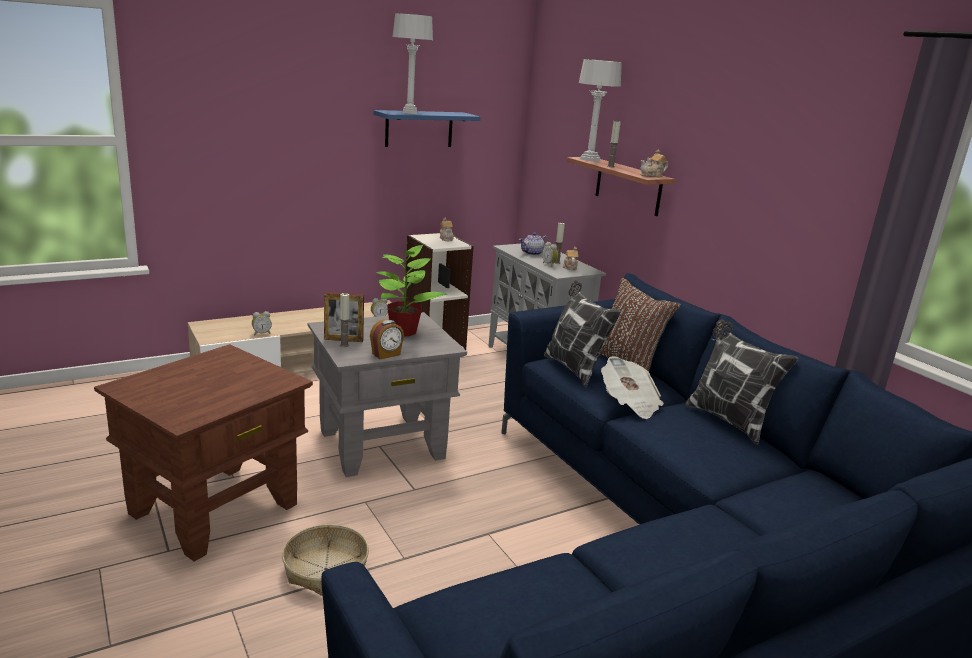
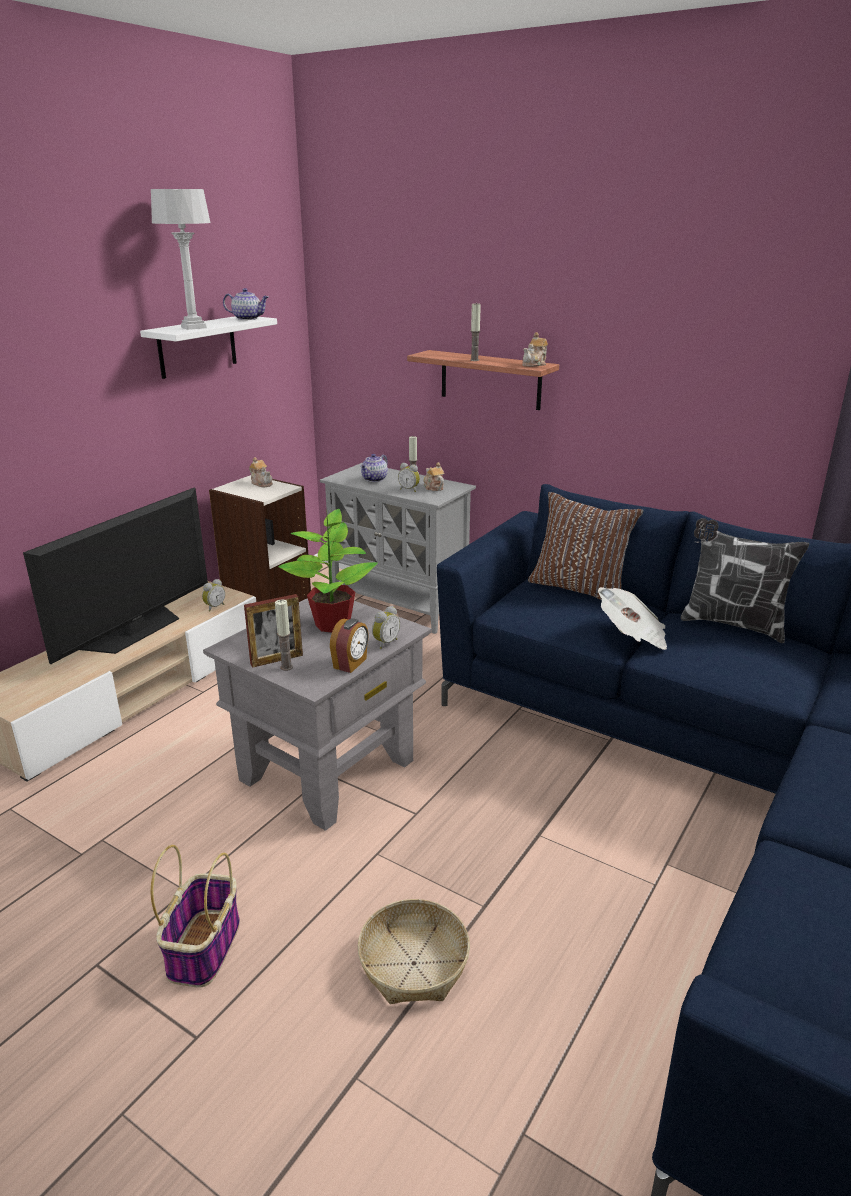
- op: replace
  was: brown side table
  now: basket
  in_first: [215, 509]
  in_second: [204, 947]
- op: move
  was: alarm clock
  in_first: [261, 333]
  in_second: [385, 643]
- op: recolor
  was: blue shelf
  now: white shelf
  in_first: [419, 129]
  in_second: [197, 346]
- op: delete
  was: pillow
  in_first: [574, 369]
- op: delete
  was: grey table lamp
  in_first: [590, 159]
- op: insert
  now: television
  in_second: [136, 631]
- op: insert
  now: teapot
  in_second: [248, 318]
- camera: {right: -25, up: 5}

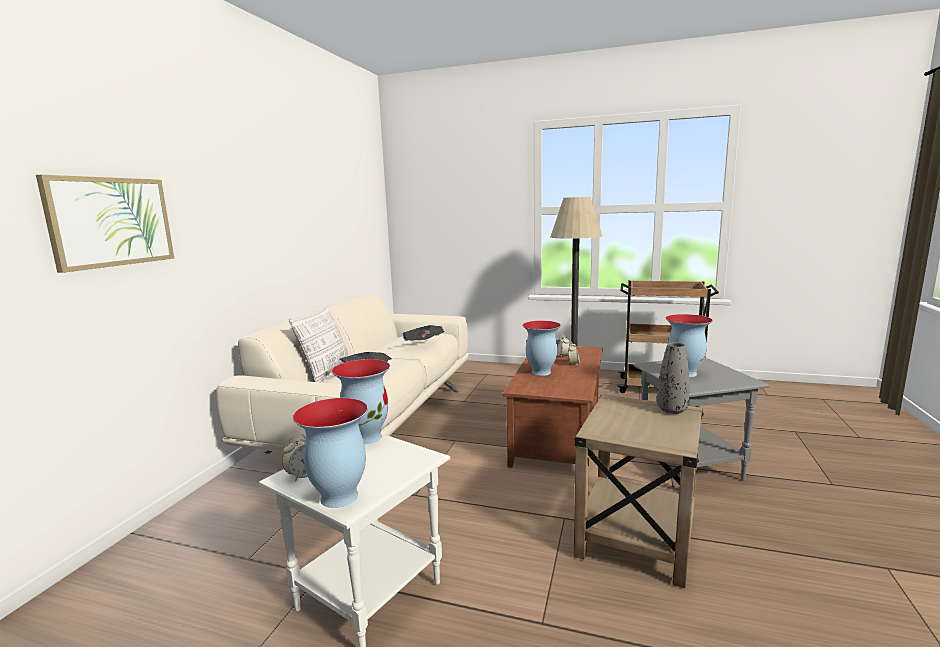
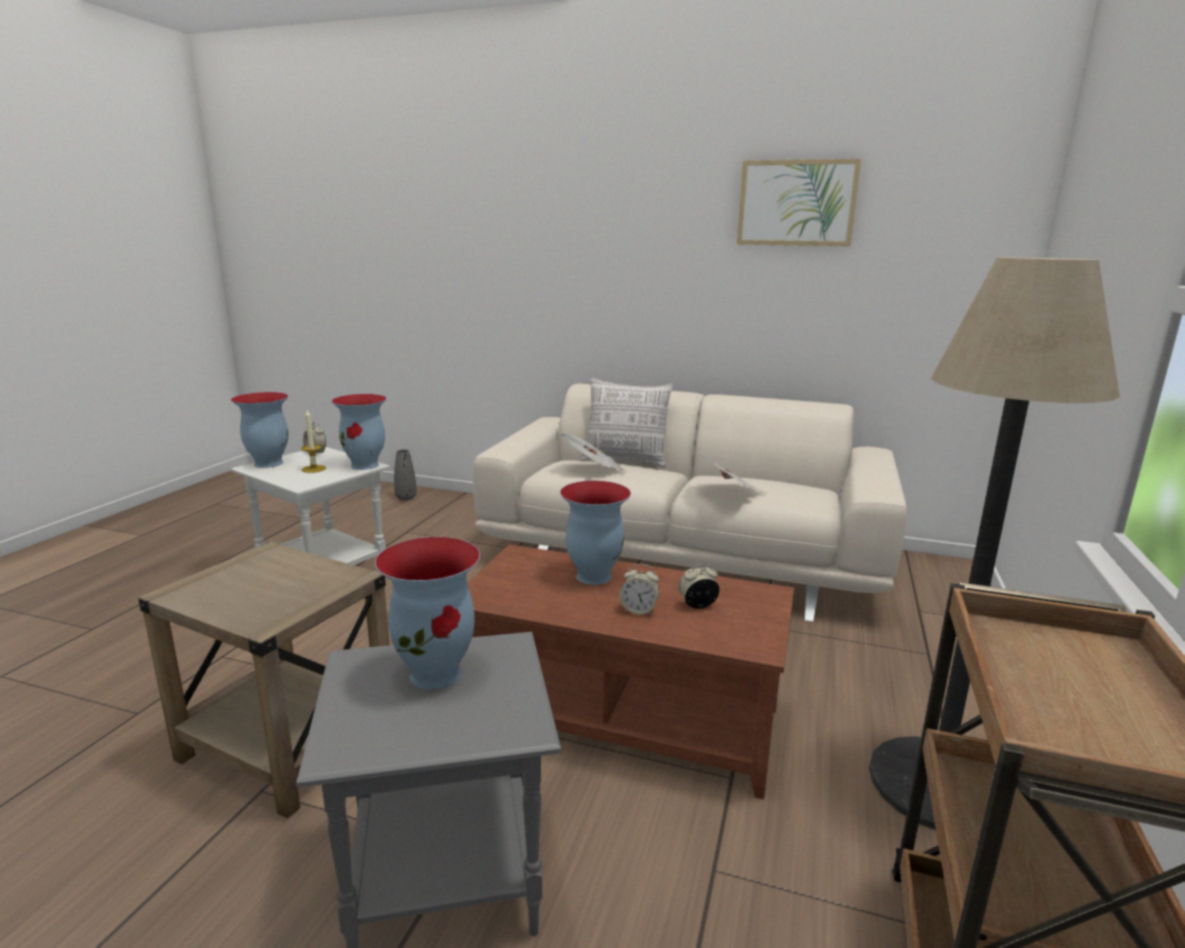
- op: move
  was: picture
  in_first: [111, 222]
  in_second: [796, 203]
- op: move
  was: grey vase
  in_first: [671, 410]
  in_second: [406, 497]
- op: insert
  now: candle
  in_second: [313, 469]
- camera: {right: 90, up: 5}

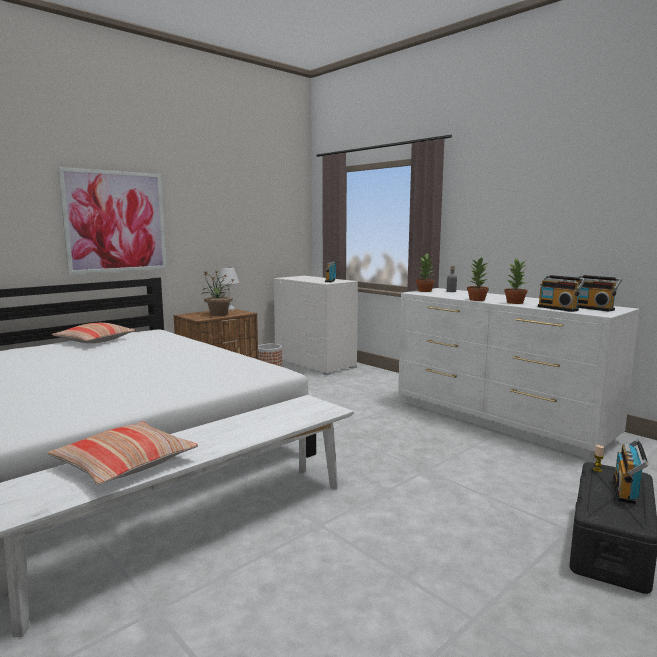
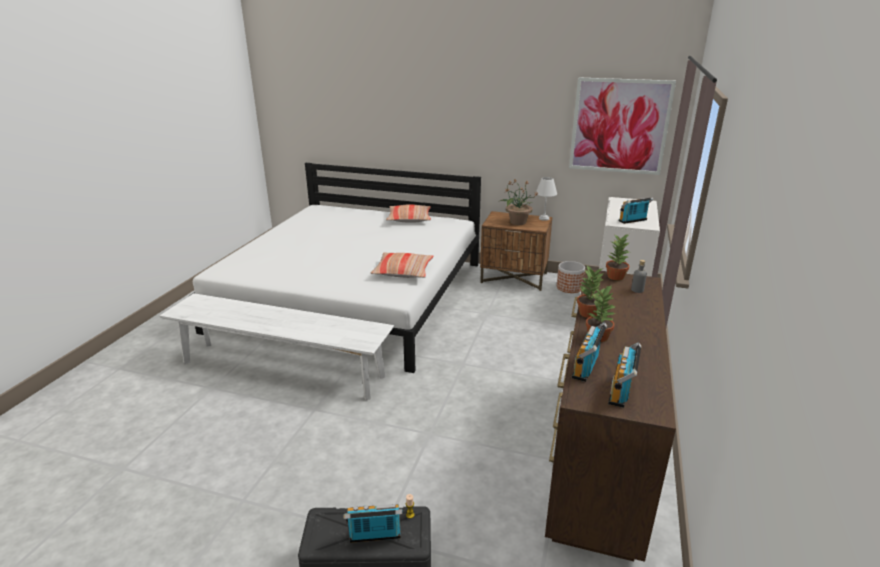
- op: move
  was: pillow
  in_first: [125, 464]
  in_second: [403, 272]
- op: move
  was: picture
  in_first: [116, 222]
  in_second: [619, 126]
- op: recolor
  was: white dresser
  now: brown dresser
  in_first: [500, 420]
  in_second: [598, 455]
- camera: {right: 60, up: 15}

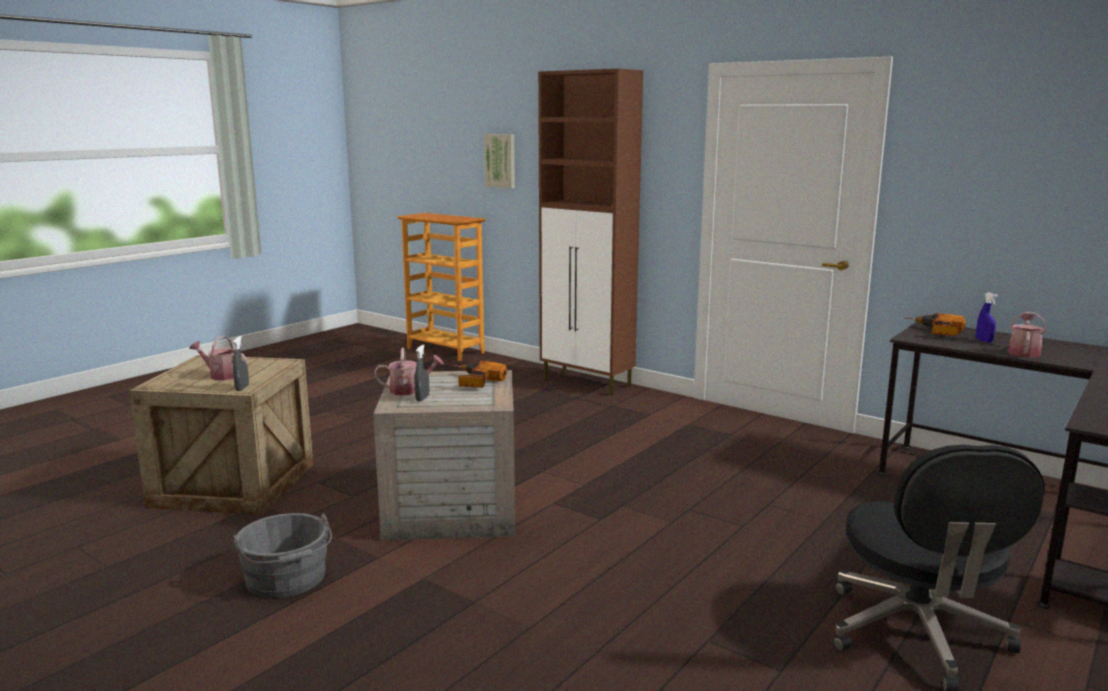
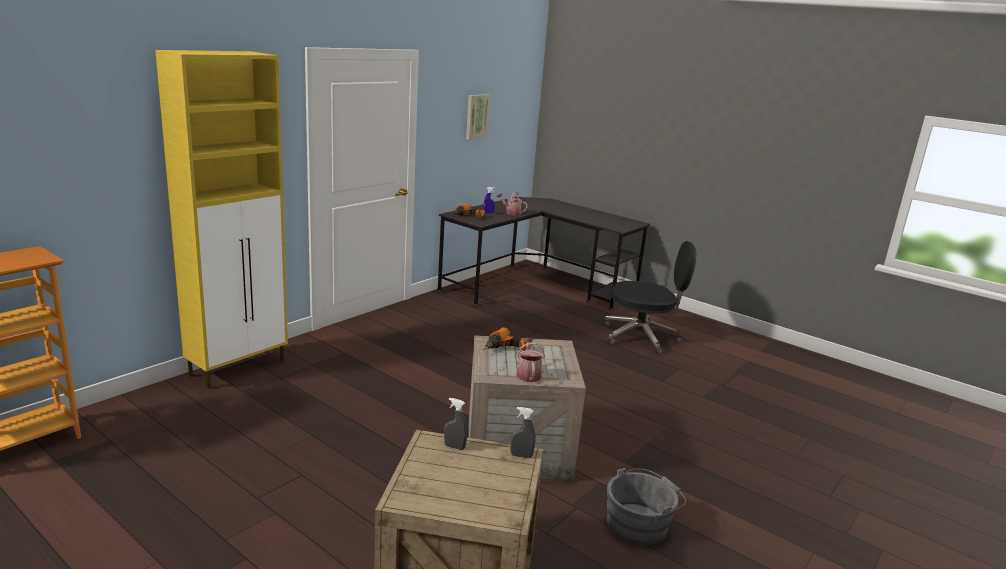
- op: delete
  was: watering can
  in_first: [221, 375]
- op: move
  was: grey spray bottle
  in_first: [422, 398]
  in_second: [454, 447]
- op: move
  was: picture
  in_first: [501, 160]
  in_second: [476, 116]
- op: recolor
  was: brown cabinet
  now: yellow cabinet
  in_first: [587, 383]
  in_second: [239, 368]
- camera: {right: -90, up: 5}

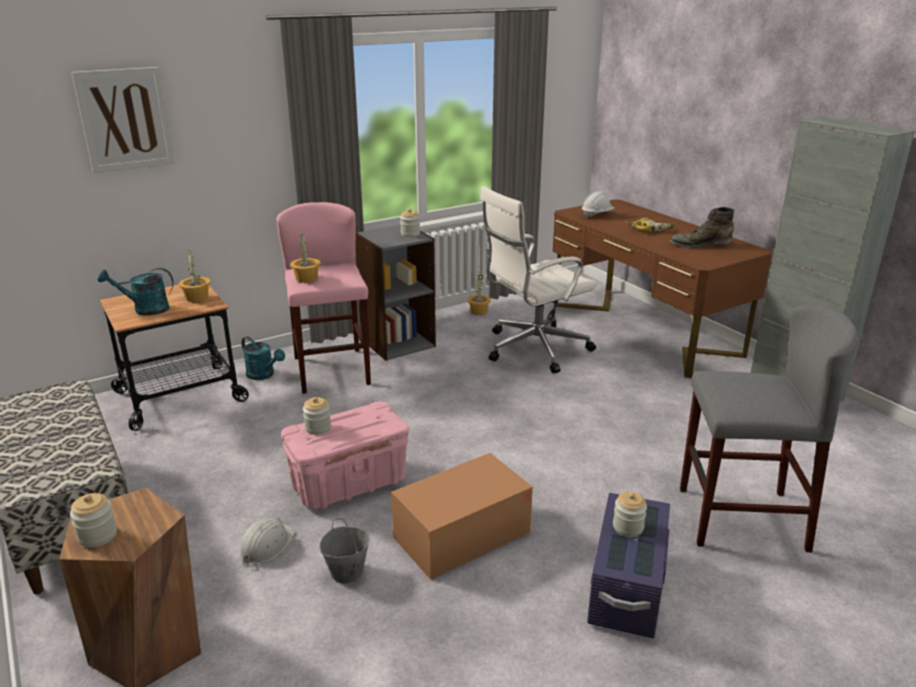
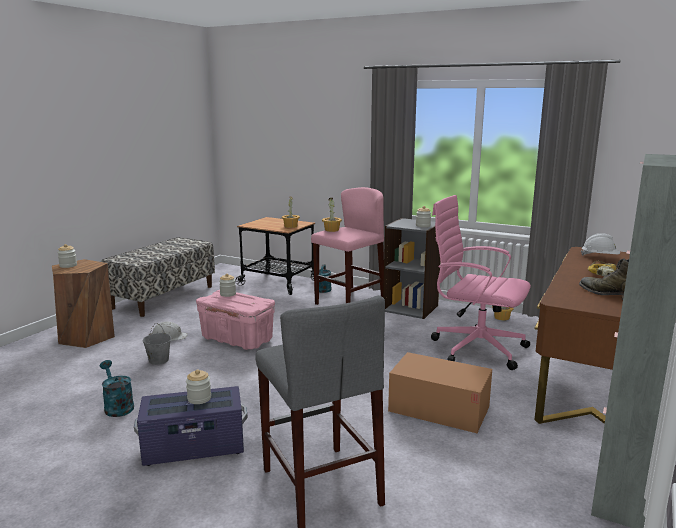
- op: delete
  was: picture
  in_first: [125, 119]
- op: move
  was: turquoise watering can
  in_first: [145, 309]
  in_second: [117, 406]
- op: move
  was: cardboard box
  in_first: [462, 535]
  in_second: [439, 409]
- op: recolor
  was: white office chair
  now: pink office chair
  in_first: [533, 349]
  in_second: [475, 348]
- camera: {right: 60, up: -10}

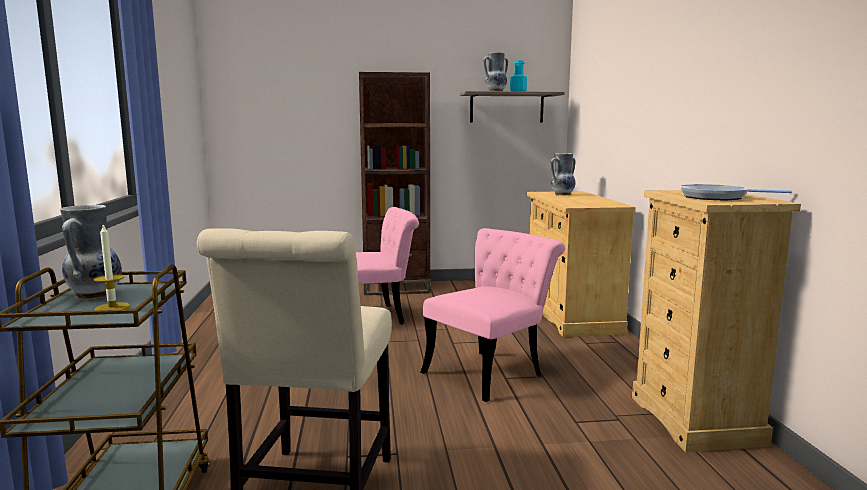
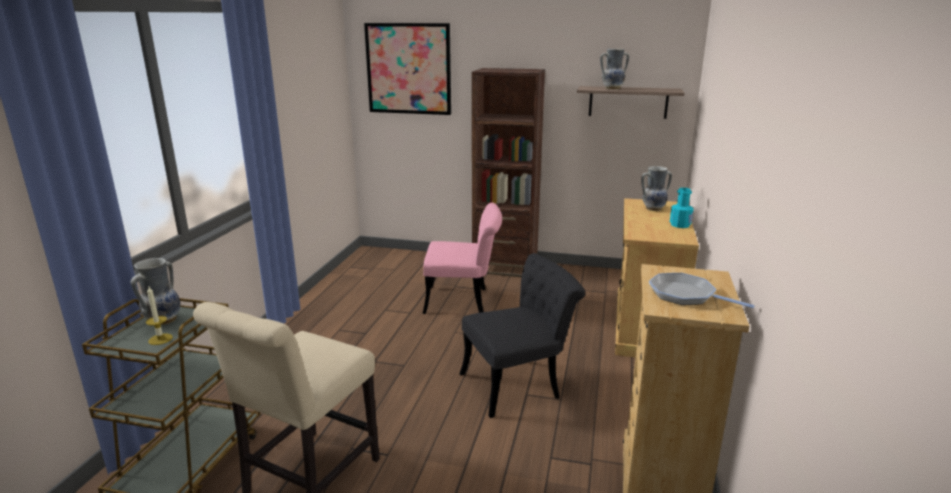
- op: recolor
  was: pink chair
  now: black chair
  in_first: [491, 371]
  in_second: [519, 384]
- op: move
  was: turquoise bottle
  in_first: [518, 92]
  in_second: [680, 225]
- op: insert
  now: picture
  in_second: [408, 69]
- camera: {right: 20, up: 10}

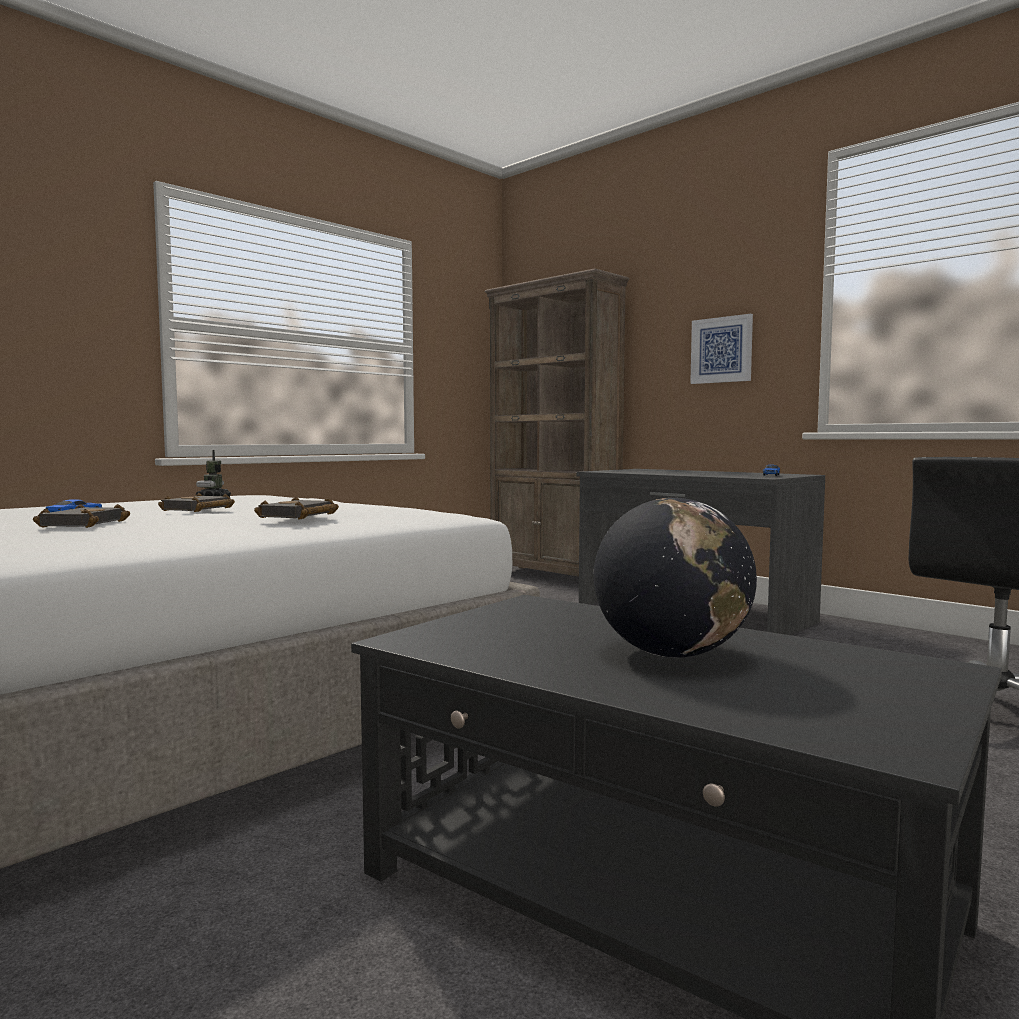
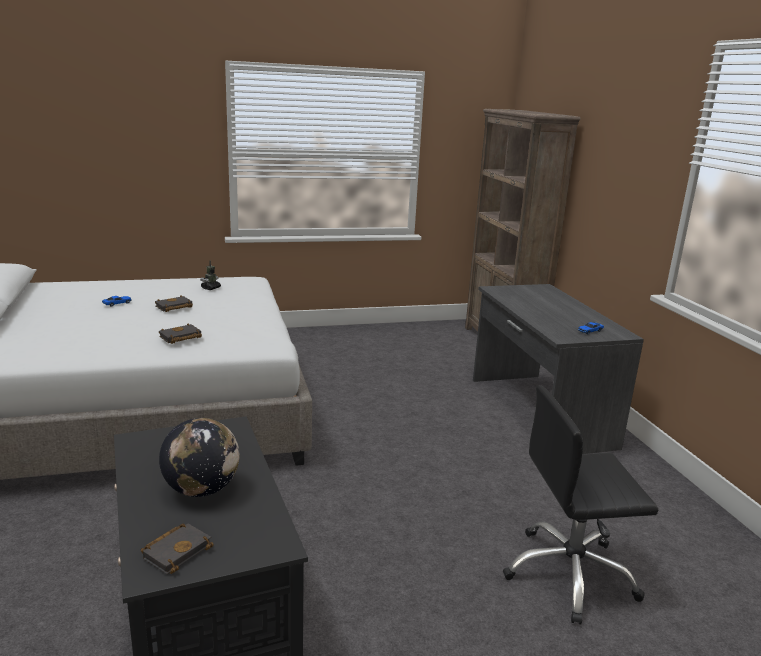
- op: move
  was: black book
  in_first: [82, 524]
  in_second: [177, 550]
- op: delete
  was: picture
  in_first: [721, 350]
- camera: {right: 30, up: 15}

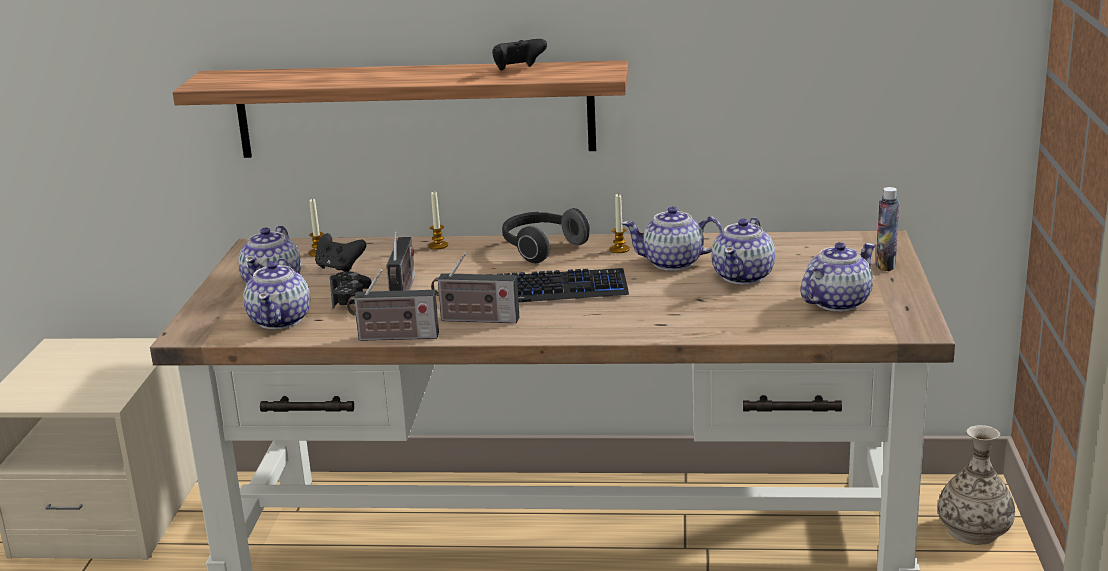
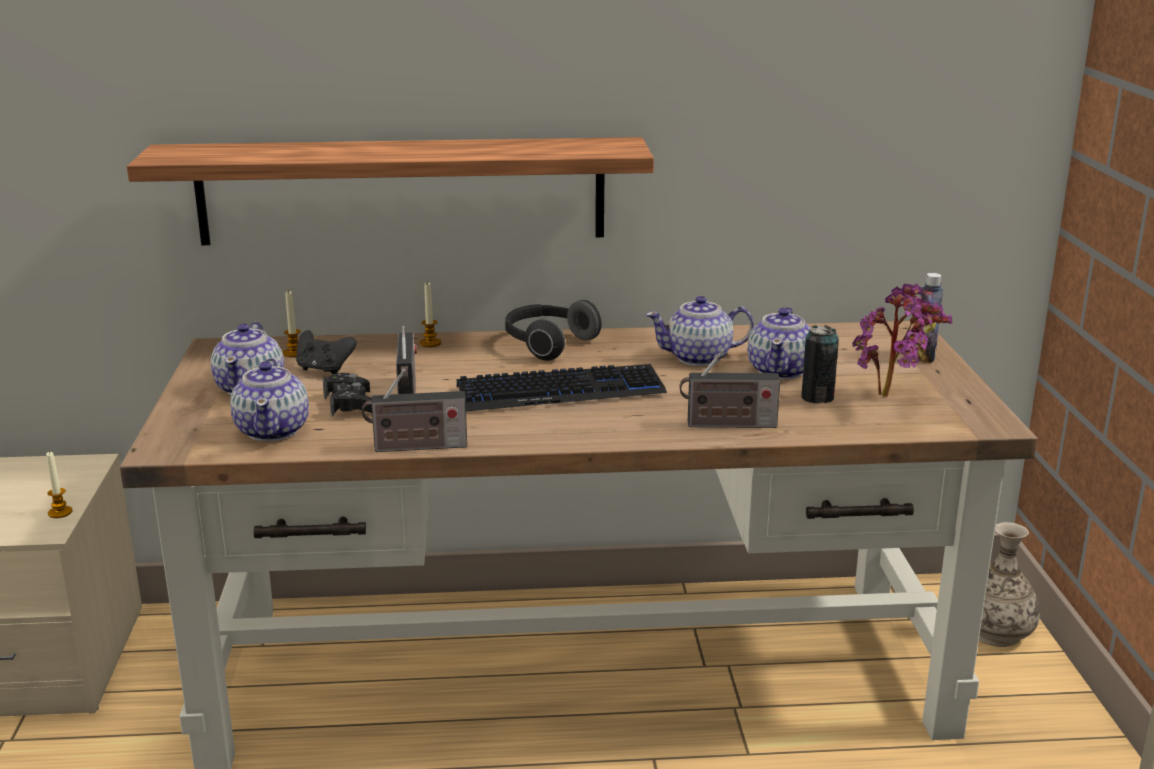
- op: move
  was: radio
  in_first: [475, 319]
  in_second: [727, 425]
- op: delete
  was: black game controller
  in_first: [518, 70]
- op: move
  was: candle
  in_first: [619, 249]
  in_second: [60, 512]
- op: replace
  was: teapot
  now: potted plant
  in_first: [836, 302]
  in_second: [892, 397]
- op: insert
  now: can
  in_second: [817, 398]
- camera: {right: -10, up: 0}

